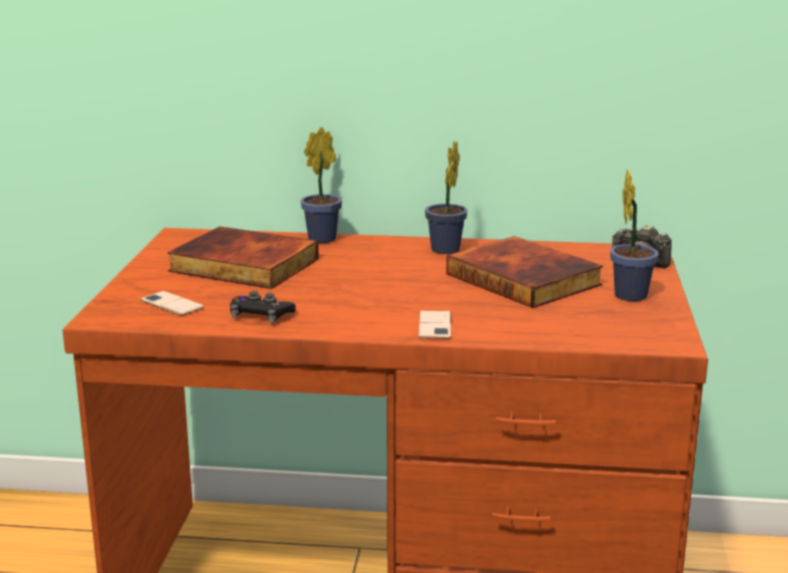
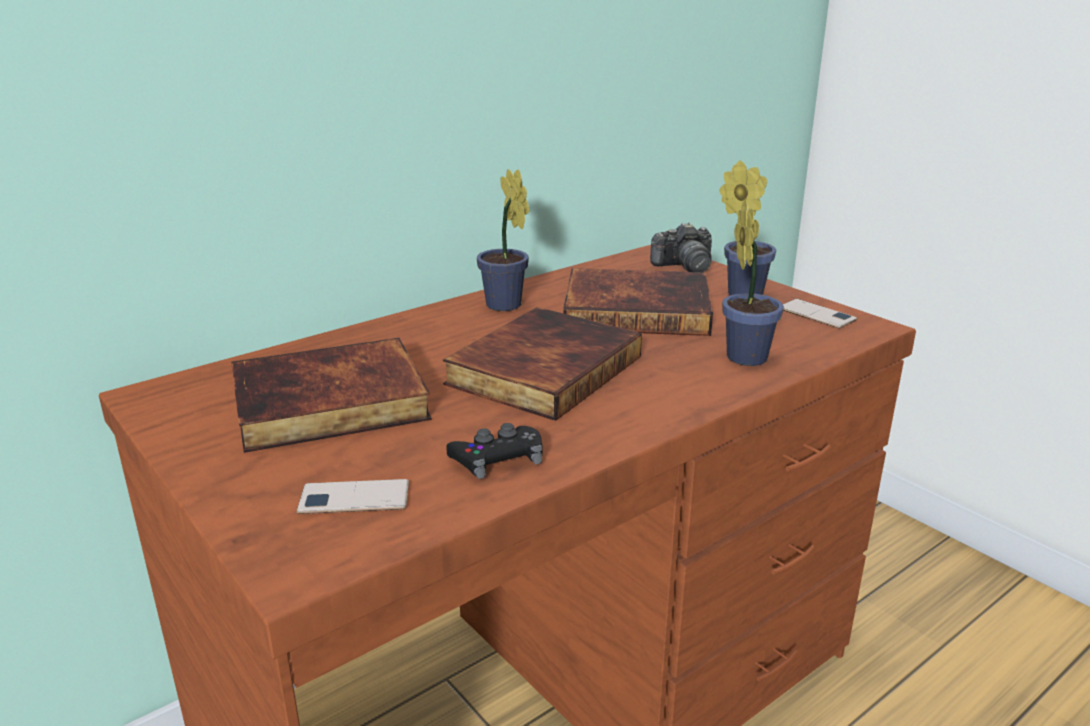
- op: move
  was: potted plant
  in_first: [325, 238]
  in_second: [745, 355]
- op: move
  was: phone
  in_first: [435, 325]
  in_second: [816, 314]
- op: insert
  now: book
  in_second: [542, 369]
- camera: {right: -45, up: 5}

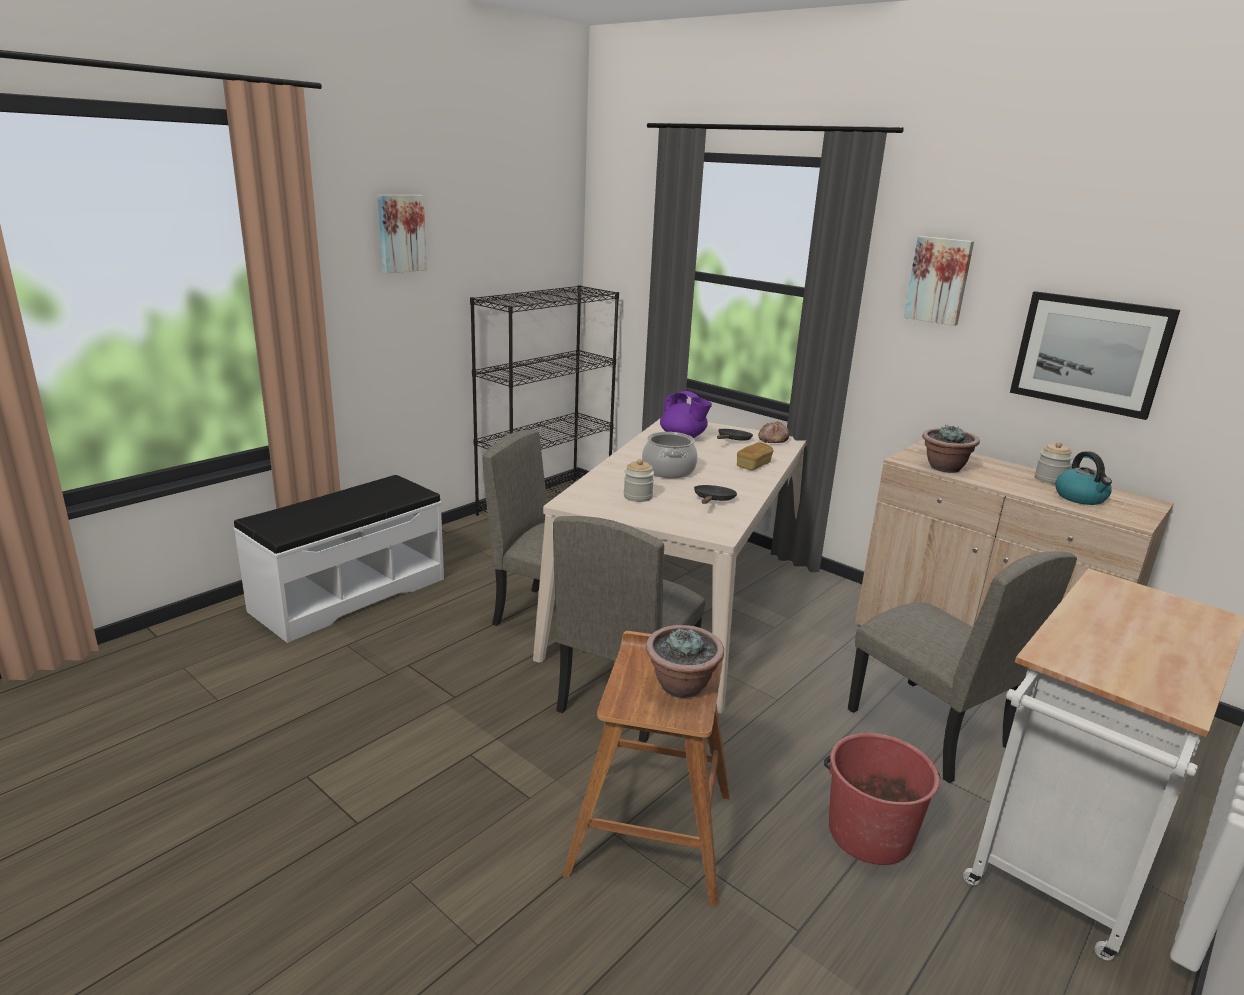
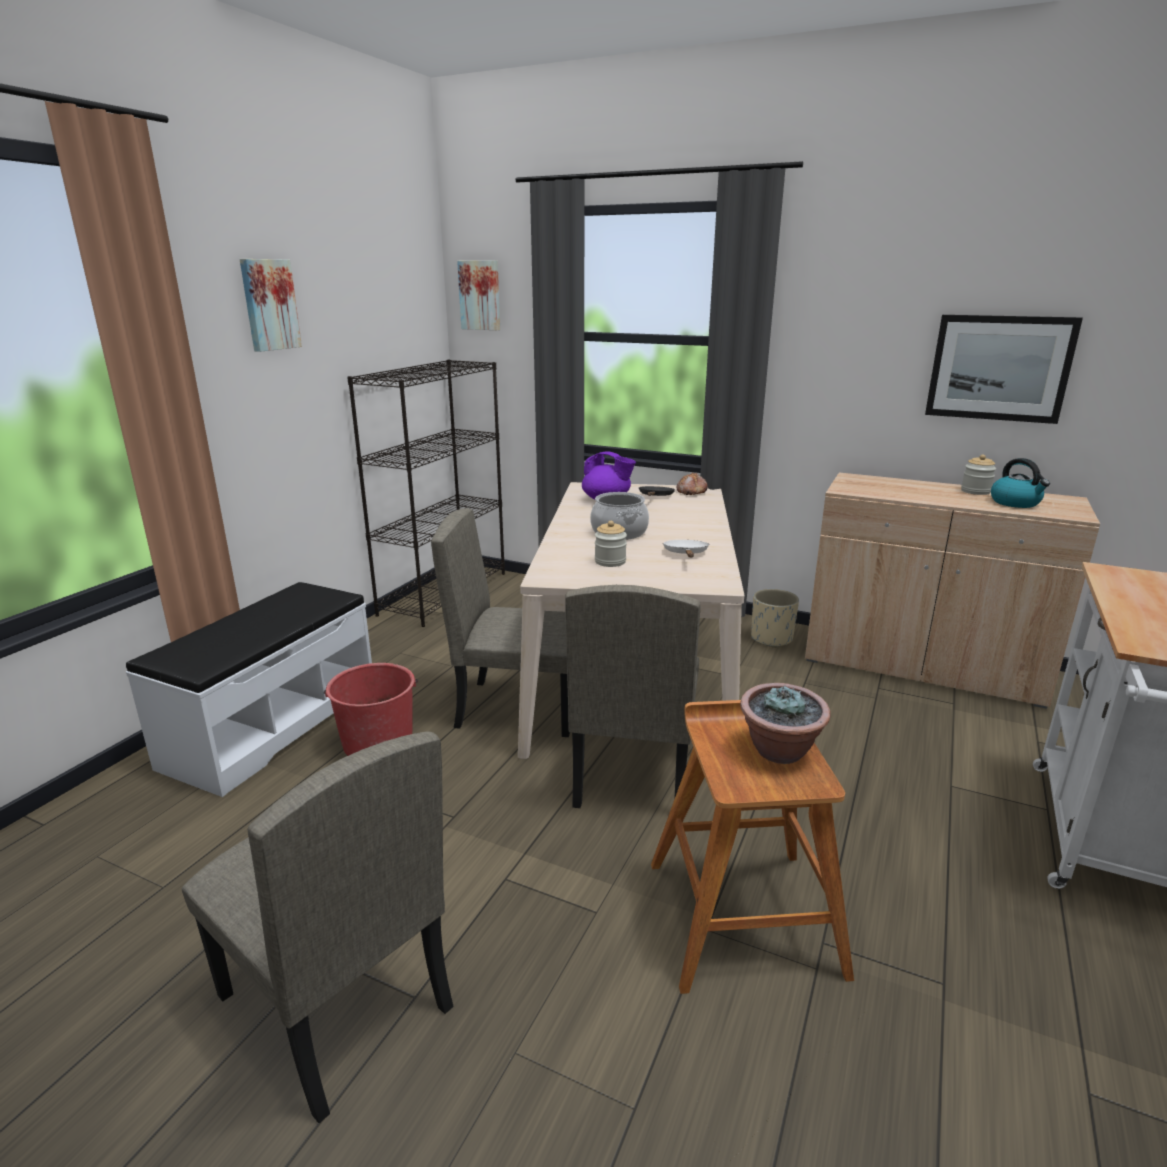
- op: recolor
  was: black frying pan
  now: white frying pan
  in_first: [713, 500]
  in_second: [686, 554]
- op: delete
  was: bread
  in_first: [753, 465]
- op: move
  was: red bucket
  in_first: [869, 832]
  in_second: [378, 743]
- op: move
  was: beige chair
  in_first: [927, 729]
  in_second: [334, 1002]
- op: move
  was: picture
  in_first: [939, 280]
  in_second: [480, 295]
- op: delete
  was: potted plant
  in_first: [944, 468]
- op: insert
  now: beige planter
  in_second: [771, 638]
- camera: {right: -15, up: 0}

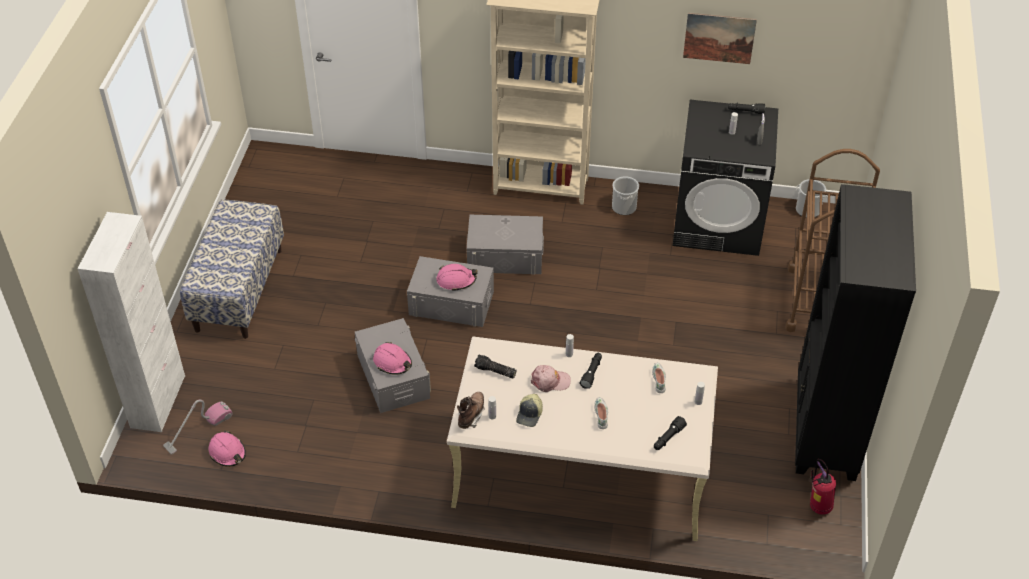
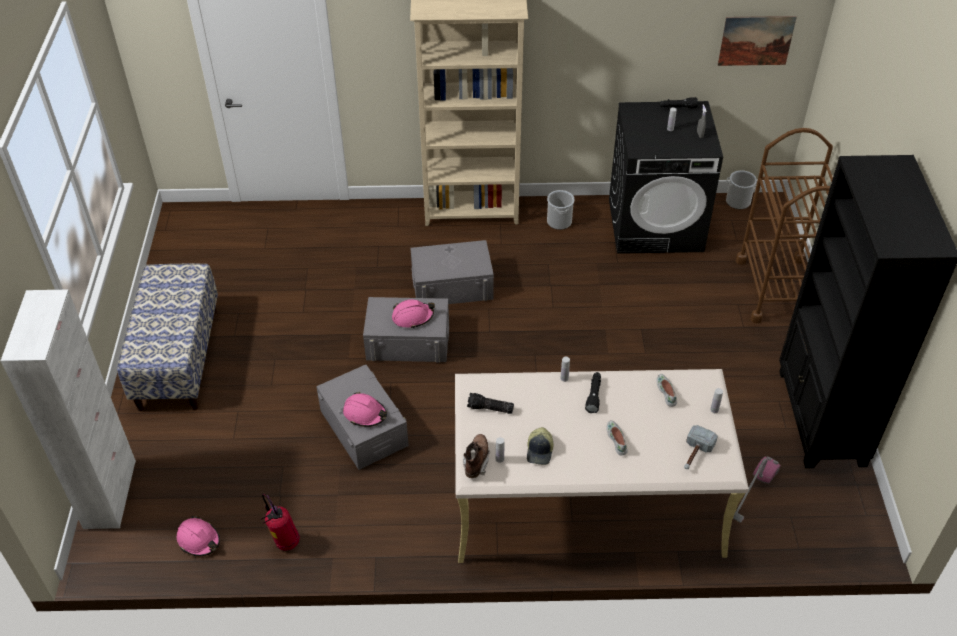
- op: move
  was: vacuum cleaner
  in_first: [198, 430]
  in_second: [752, 491]
- op: delete
  was: pink cap
  in_first: [550, 381]
- op: replace
  was: black flashlight
  now: hammer
  in_first: [668, 438]
  in_second: [694, 454]
- op: move
  was: picture
  in_first: [719, 38]
  in_second: [756, 40]
- op: move
  was: fire extinguisher
  in_first: [818, 507]
  in_second: [285, 542]
- camera: {right: -10, up: 0}

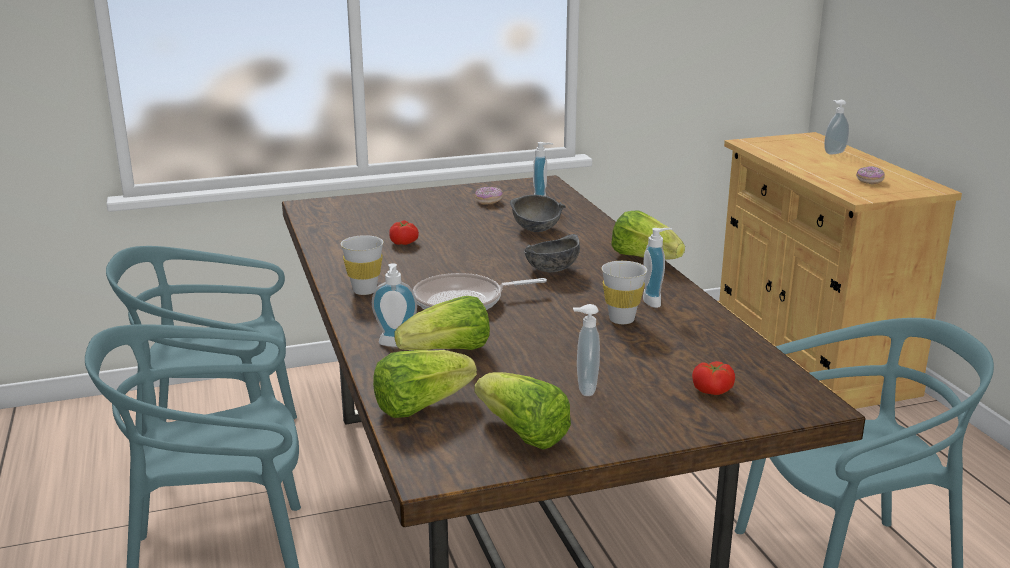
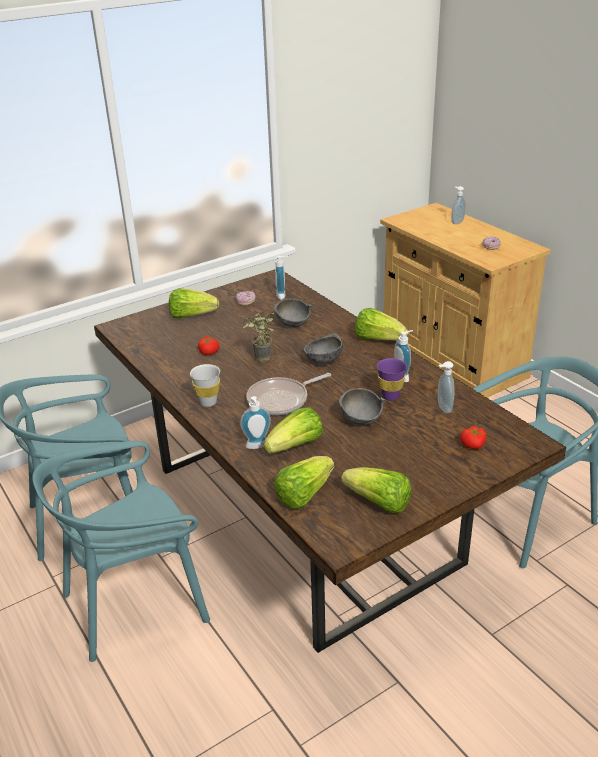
- op: move
  was: soap dispenser
  in_first: [584, 389]
  in_second: [443, 408]
- op: recolor
  was: white cup
  now: purple cup
  in_first: [621, 319]
  in_second: [390, 396]
- op: insert
  now: lettuce
  in_second: [192, 315]
- op: insert
  now: potted plant
  in_second: [260, 360]
- op: insert
  now: grey bowl
  in_second: [361, 419]
- camera: {right: -15, up: 10}

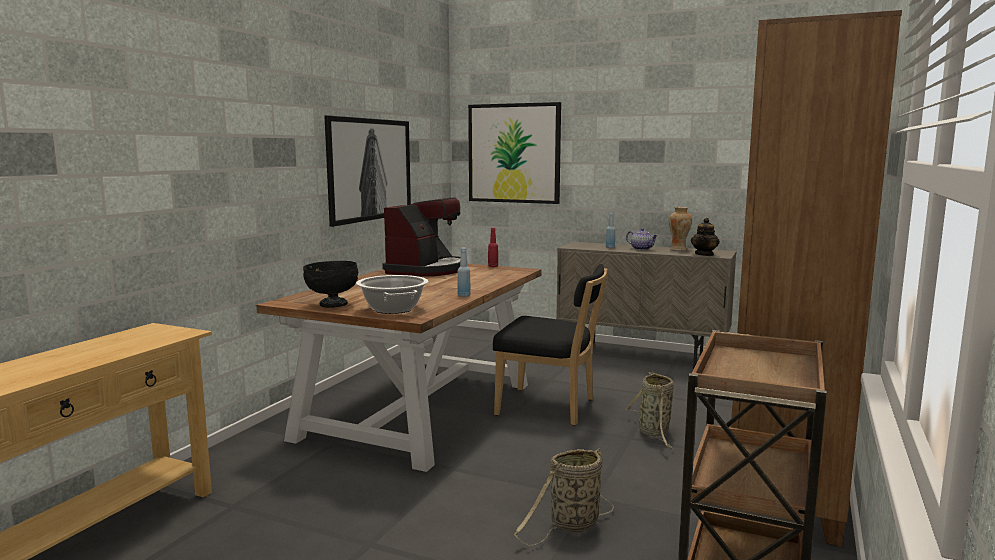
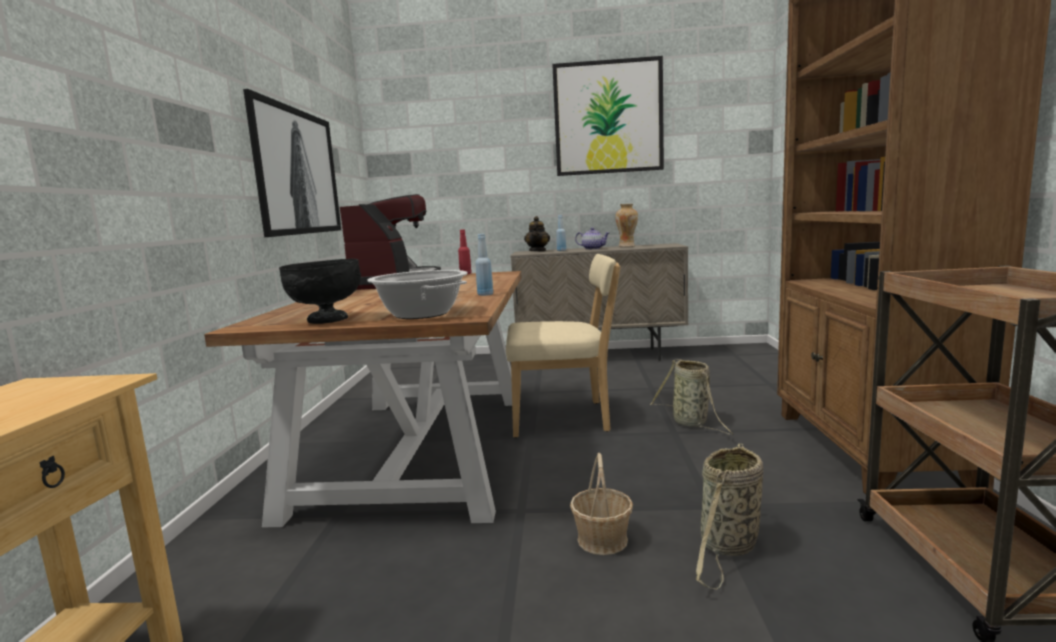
- op: move
  was: picture
  in_first: [514, 153]
  in_second: [608, 118]
- op: recolor
  was: black chair
  now: beige chair
  in_first: [550, 408]
  in_second: [565, 418]
- op: move
  was: teapot
  in_first: [704, 254]
  in_second: [538, 251]
- op: insert
  now: basket
  in_second: [602, 540]
- camera: {right: -20, up: 0}

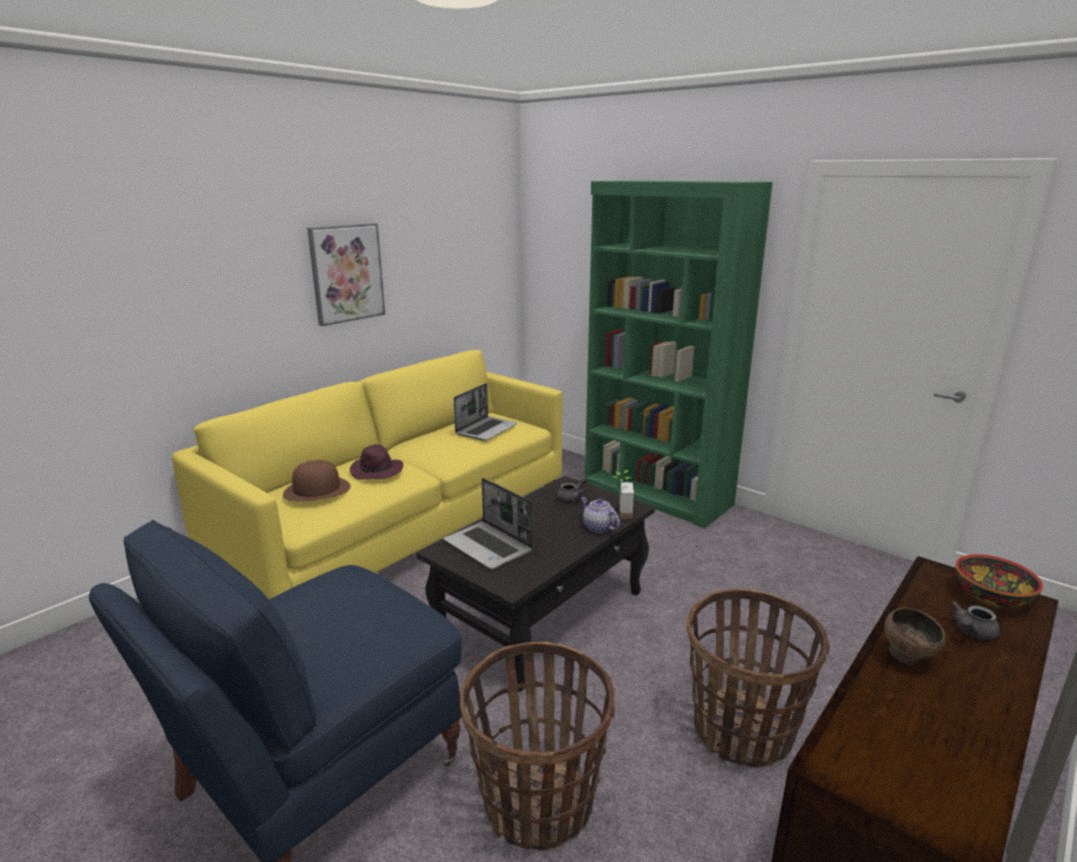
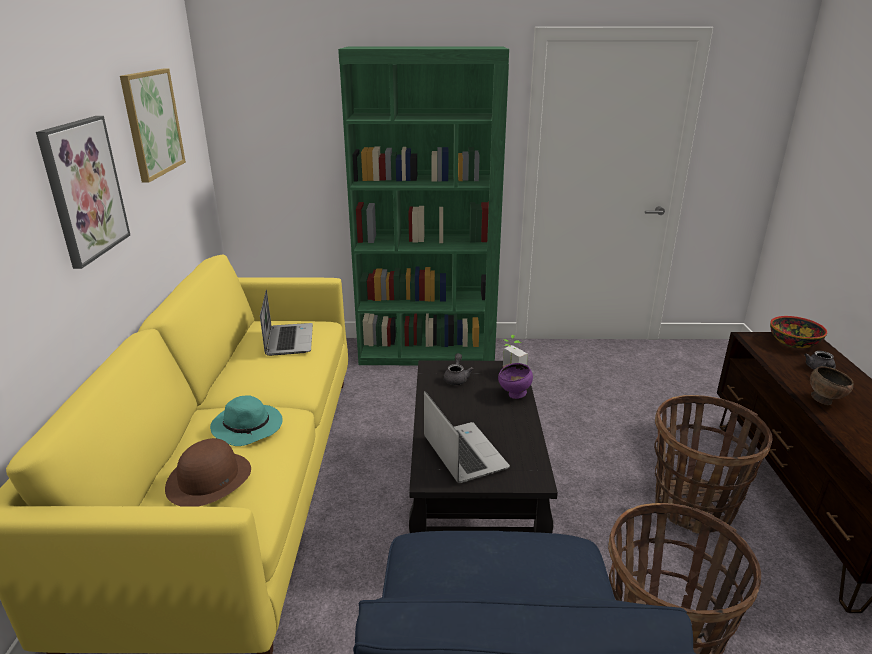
- op: recolor
  was: purple hat
  now: turquoise hat
  in_first: [377, 471]
  in_second: [248, 427]
- op: rotate
  was: laptop
  in_first: [489, 546]
  in_second: [463, 453]
  clockwise: -120
- op: replace
  was: teapot
  now: purple bowl
  in_first: [598, 527]
  in_second: [514, 395]
- op: insert
  now: picture
  in_second: [152, 123]
- camera: {right: -40, up: 5}

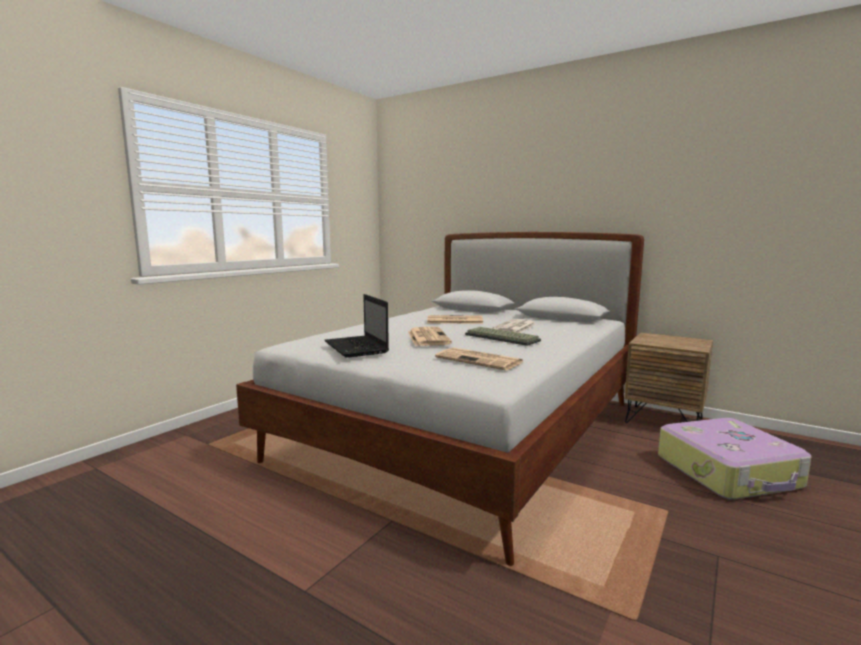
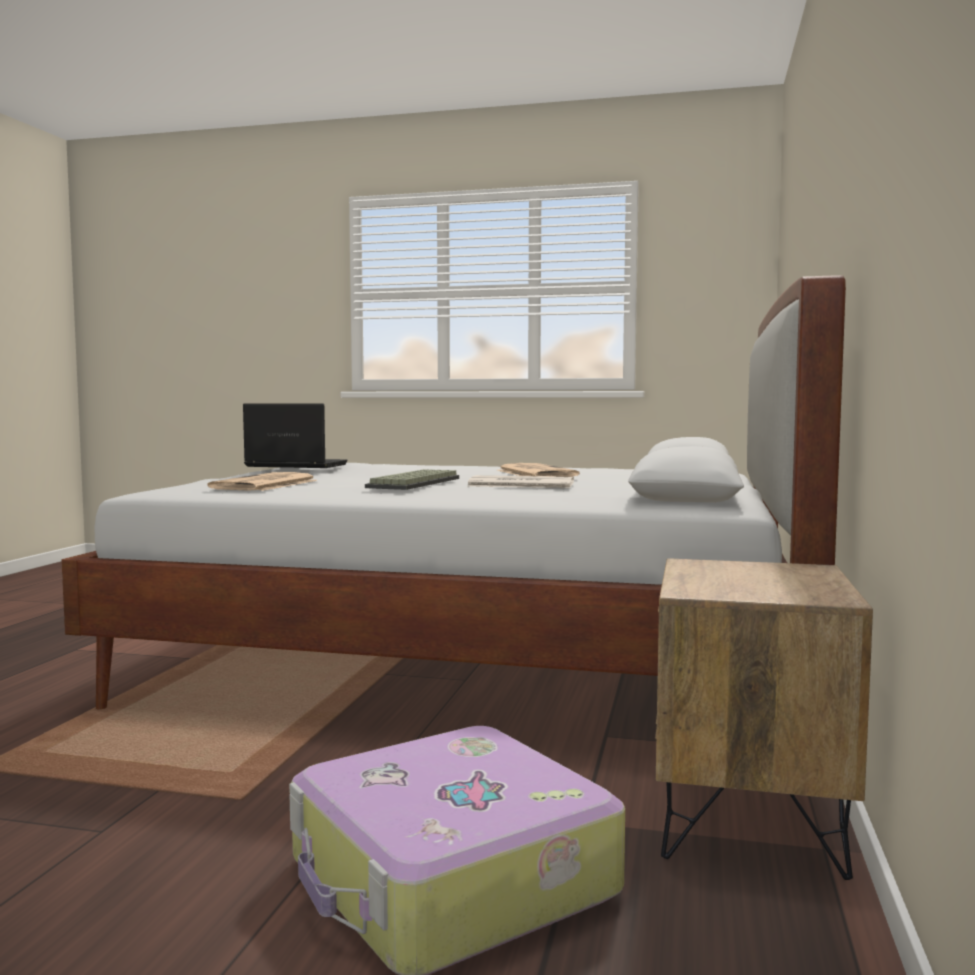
- op: rotate
  was: laptop
  in_first: [357, 348]
  in_second: [294, 465]
  clockwise: 60
- op: delete
  was: newspaper
  in_first: [427, 337]
- camera: {right: 70, up: -5}

